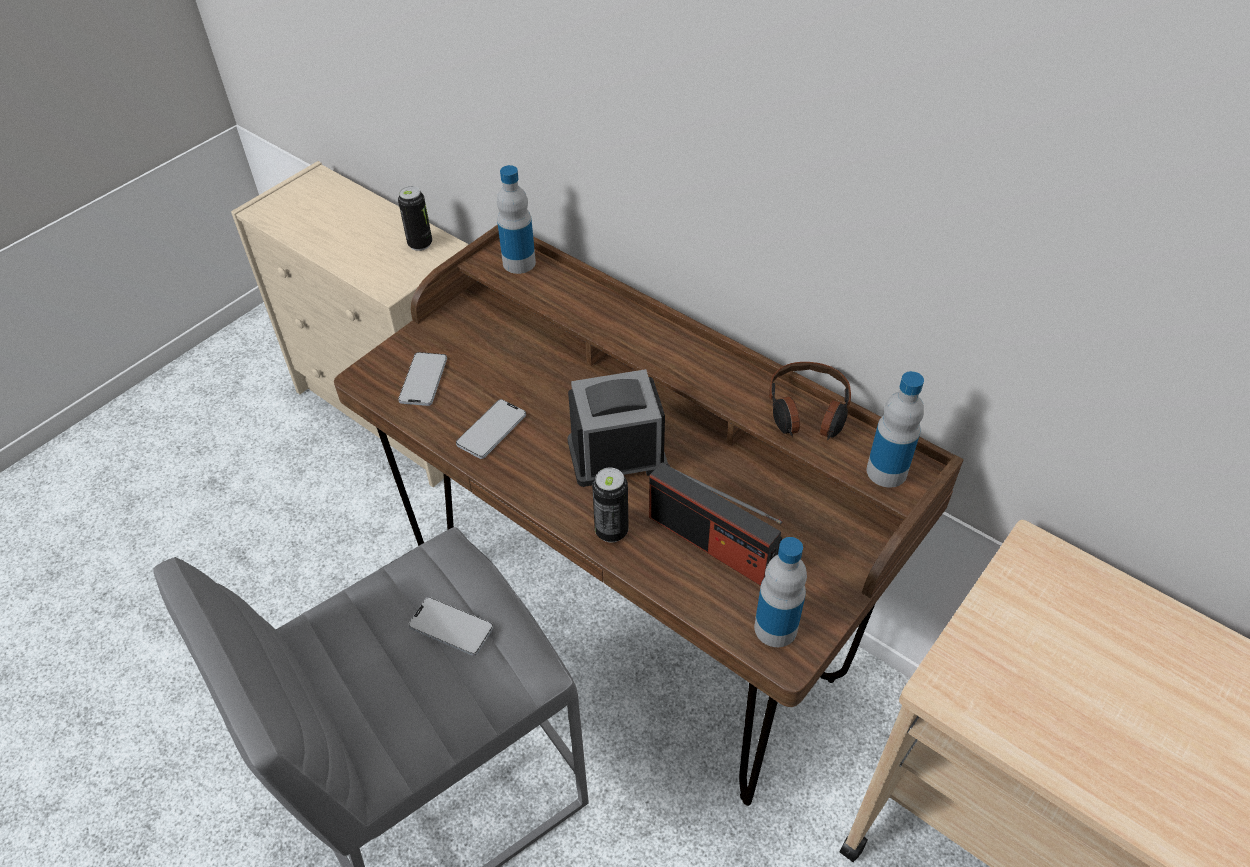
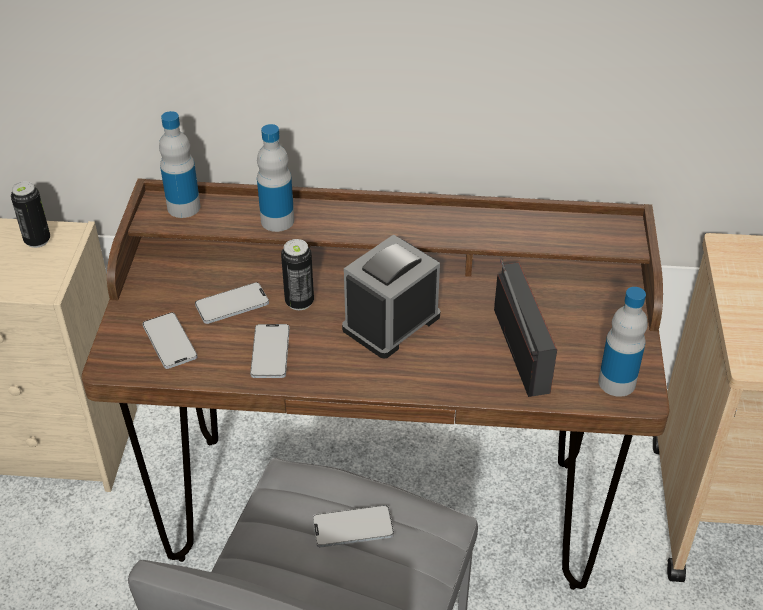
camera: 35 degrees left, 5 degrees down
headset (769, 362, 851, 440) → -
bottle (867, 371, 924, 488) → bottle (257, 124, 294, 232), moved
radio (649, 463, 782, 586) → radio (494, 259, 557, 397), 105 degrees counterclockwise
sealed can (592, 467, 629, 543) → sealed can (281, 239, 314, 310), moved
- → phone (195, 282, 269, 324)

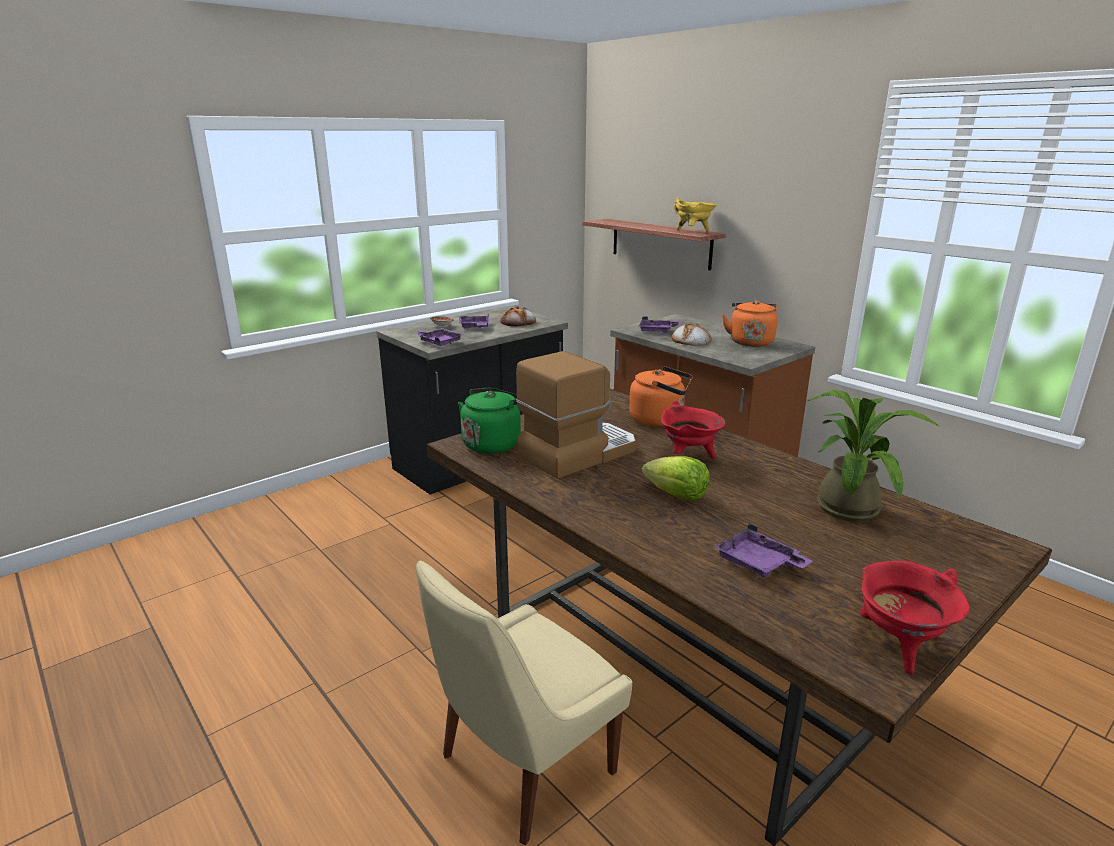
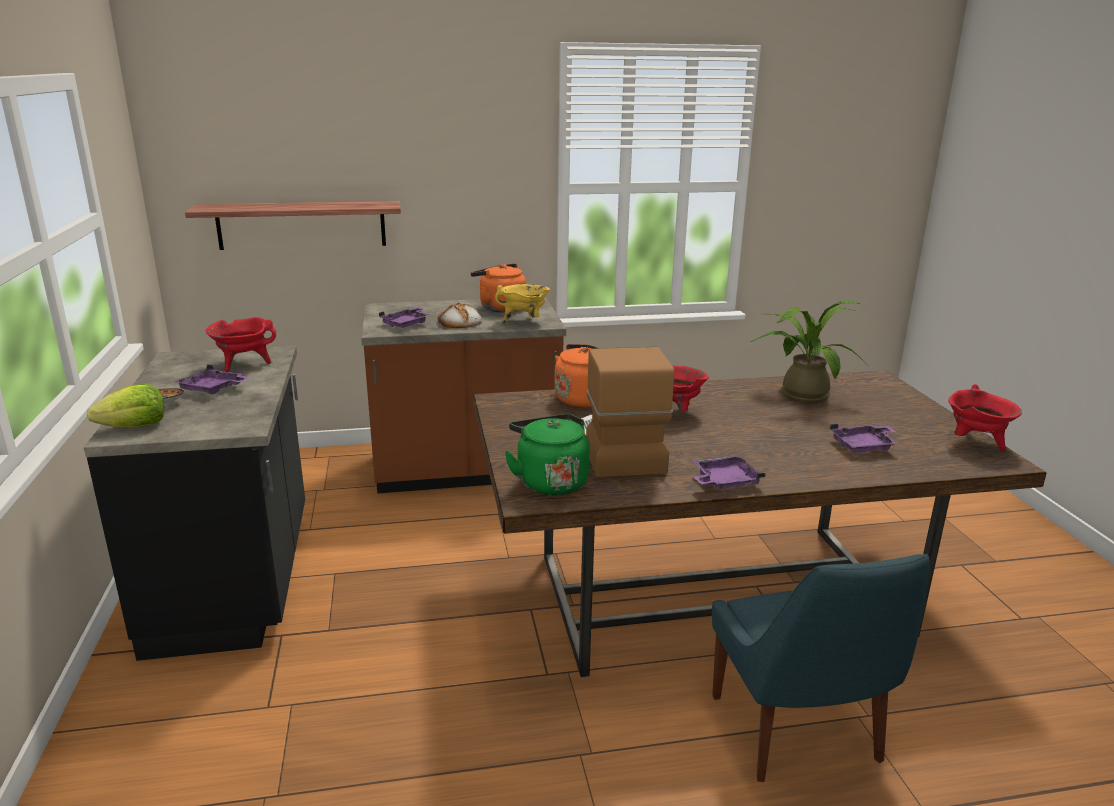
camera: 60 degrees left, 0 degrees up
yellowish stockpot (674, 197, 717, 232) → yellowish stockpot (495, 284, 550, 324), moved
bakery bread (500, 306, 536, 326) → red stockpot (206, 317, 276, 372)
purplish carrying tray (414, 328, 464, 346) → purplish carrying tray (693, 455, 765, 489), moved
lettuce (642, 456, 710, 501) → lettuce (87, 384, 165, 427), moved
sand-coloured chair (416, 560, 632, 845) → blue chair (712, 554, 930, 782)

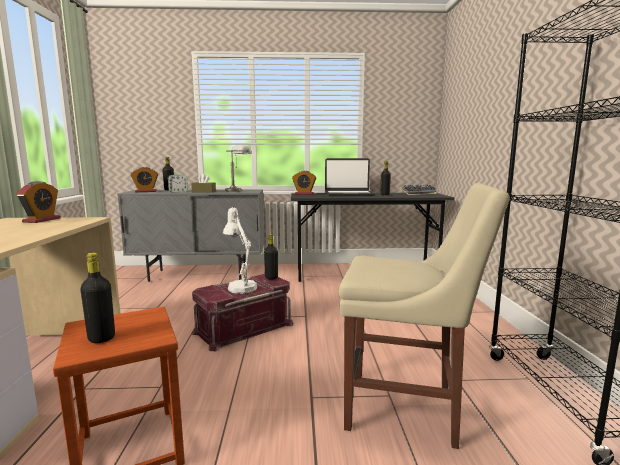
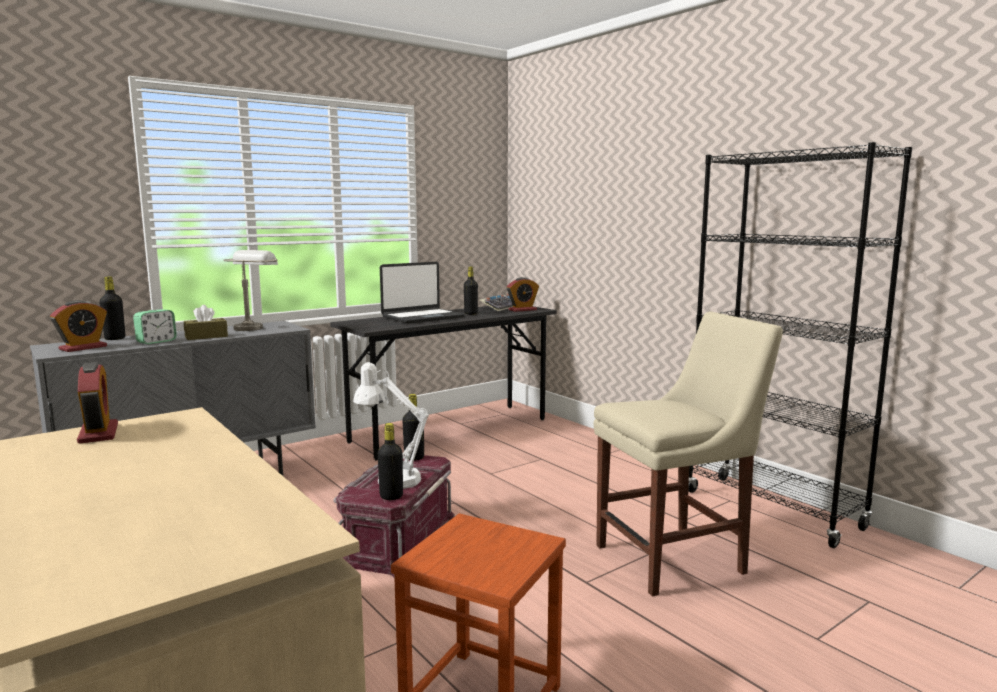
camera: 35 degrees left, 0 degrees up
alarm clock (292, 171, 316, 195) → alarm clock (507, 277, 539, 312), moved
black-coloured bottle (80, 253, 115, 343) → black-coloured bottle (378, 423, 403, 500), moved

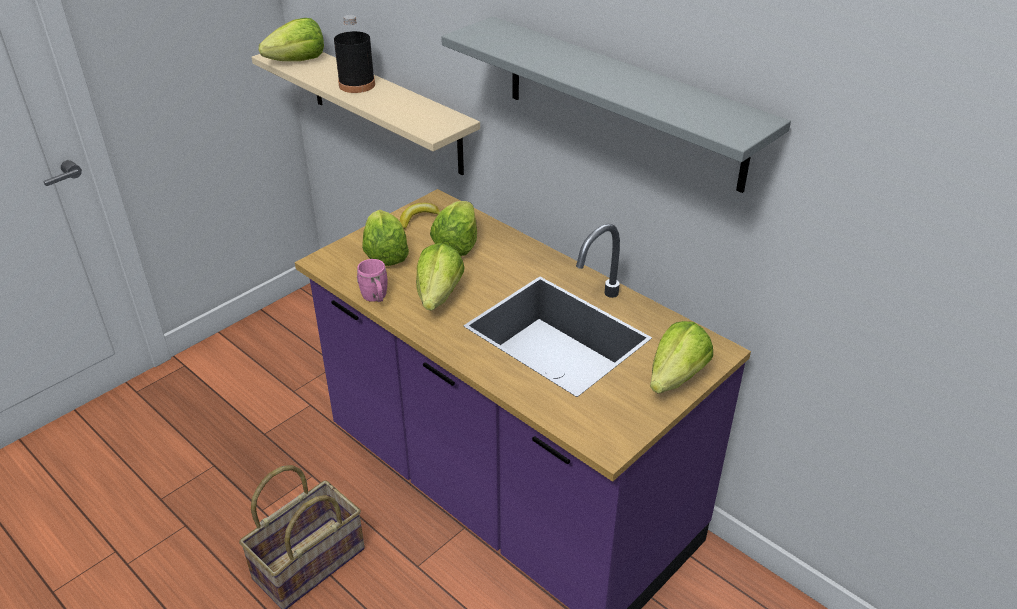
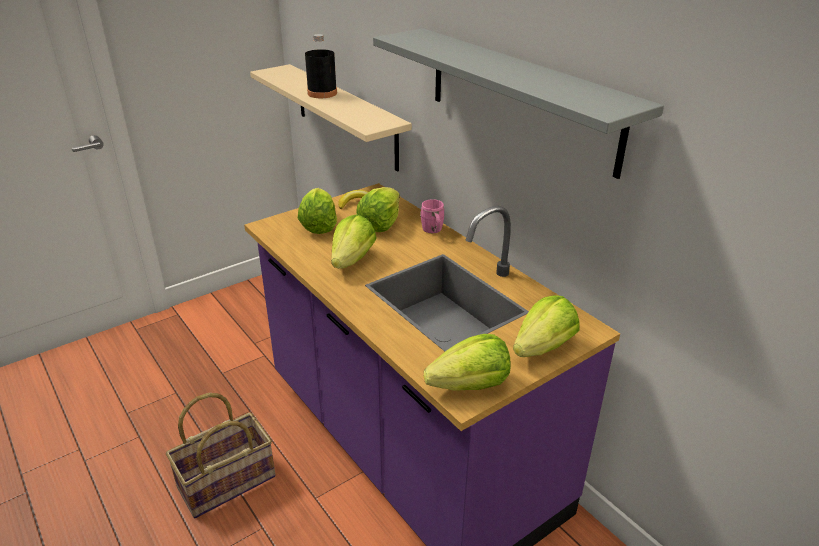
camera: 10 degrees right, 5 degrees down
lettuce (259, 18, 324, 61) → lettuce (424, 334, 510, 391), moved
pink coffee mug (357, 259, 387, 302) → pink coffee mug (420, 199, 444, 233), moved

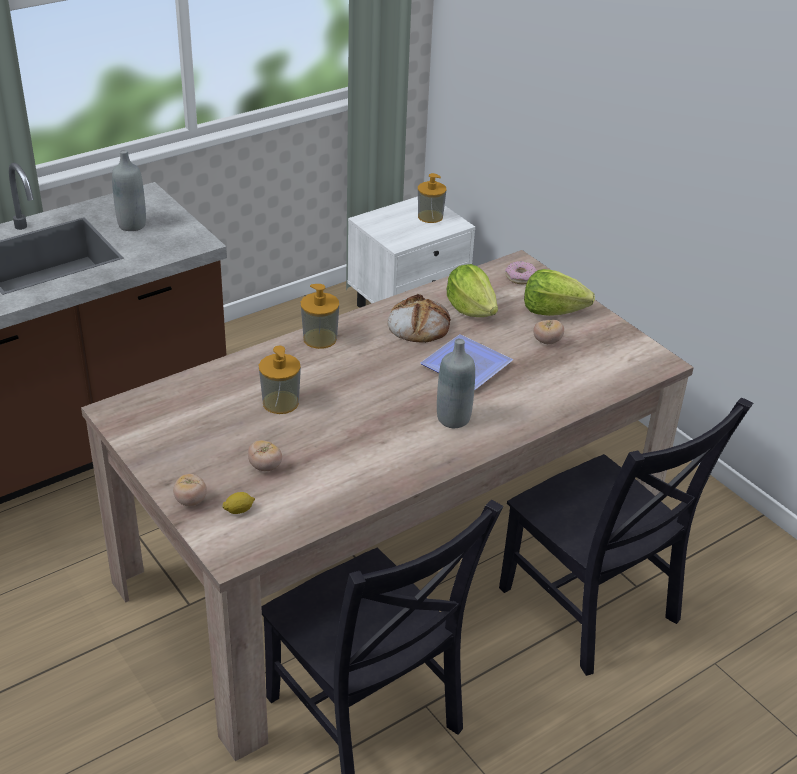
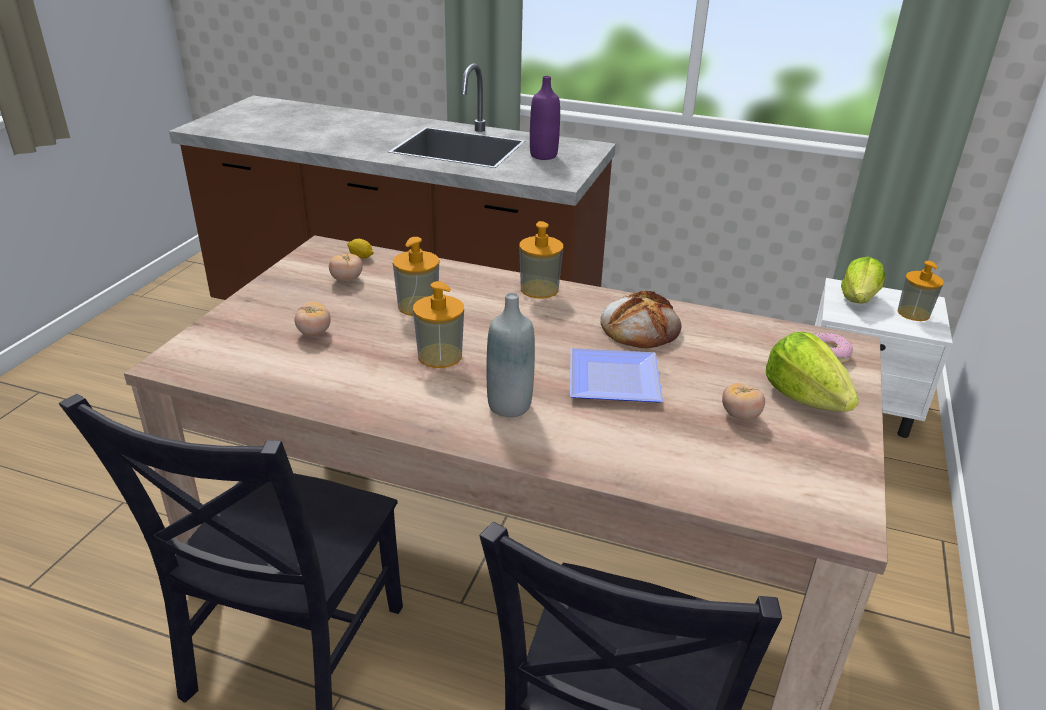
camera: 55 degrees right, 5 degrees down
gray bottle (112, 150, 146, 231) → purplish bottle (530, 76, 560, 160)
lettuce (447, 264, 498, 317) → lettuce (841, 257, 885, 304), moved
fresh tomato (173, 474, 207, 506) → fresh tomato (329, 254, 363, 282), moved
lemon (222, 492, 255, 514) → lemon (347, 239, 374, 258), moved
- → soap bottle (413, 281, 464, 368)

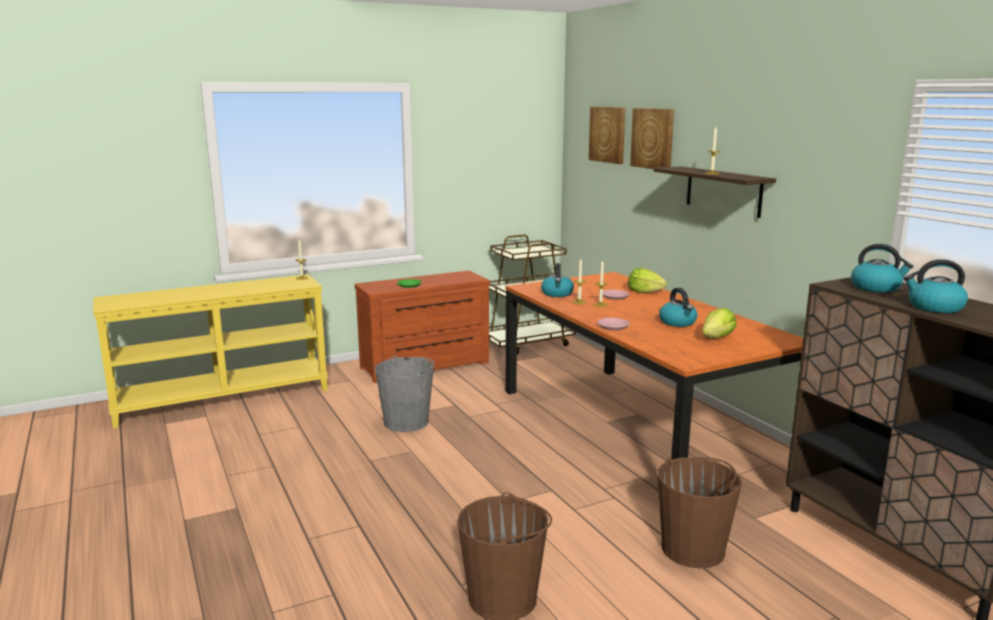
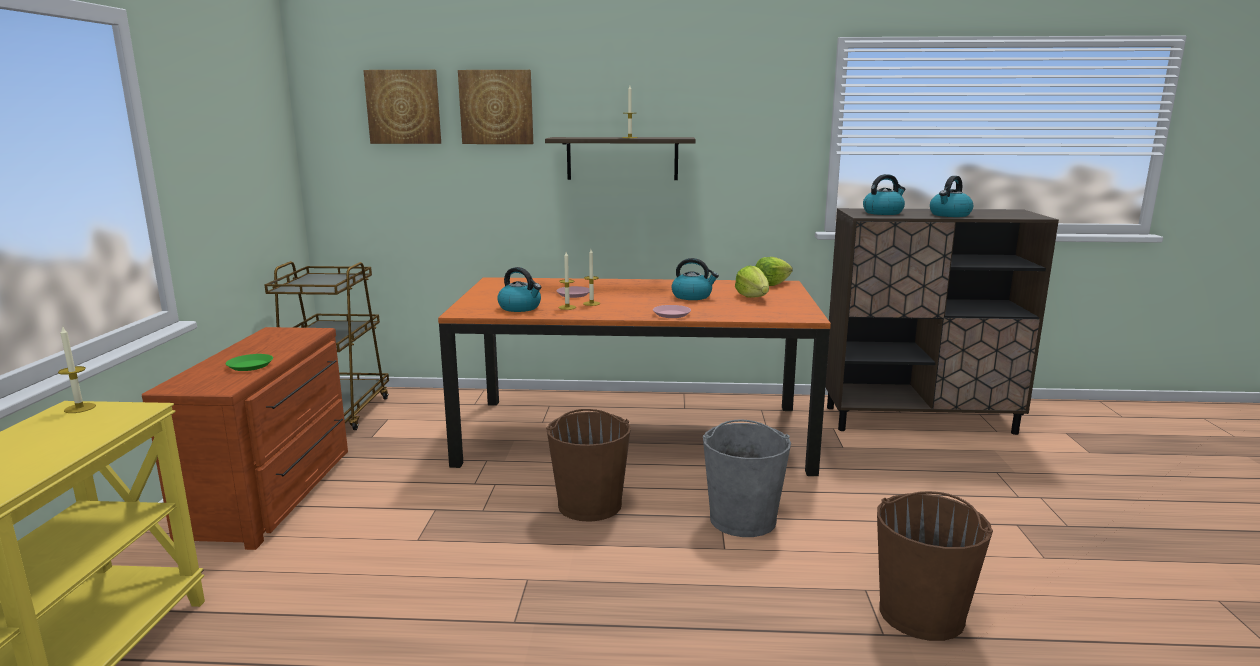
camera: 60 degrees left, 0 degrees up
lettuce (628, 268, 667, 293) → lettuce (756, 257, 793, 286), moved
gray bucket (375, 355, 434, 432) → gray bucket (703, 419, 791, 537), moved
brown-coloured bucket (658, 457, 742, 568) → brown-coloured bucket (546, 409, 631, 522), moved

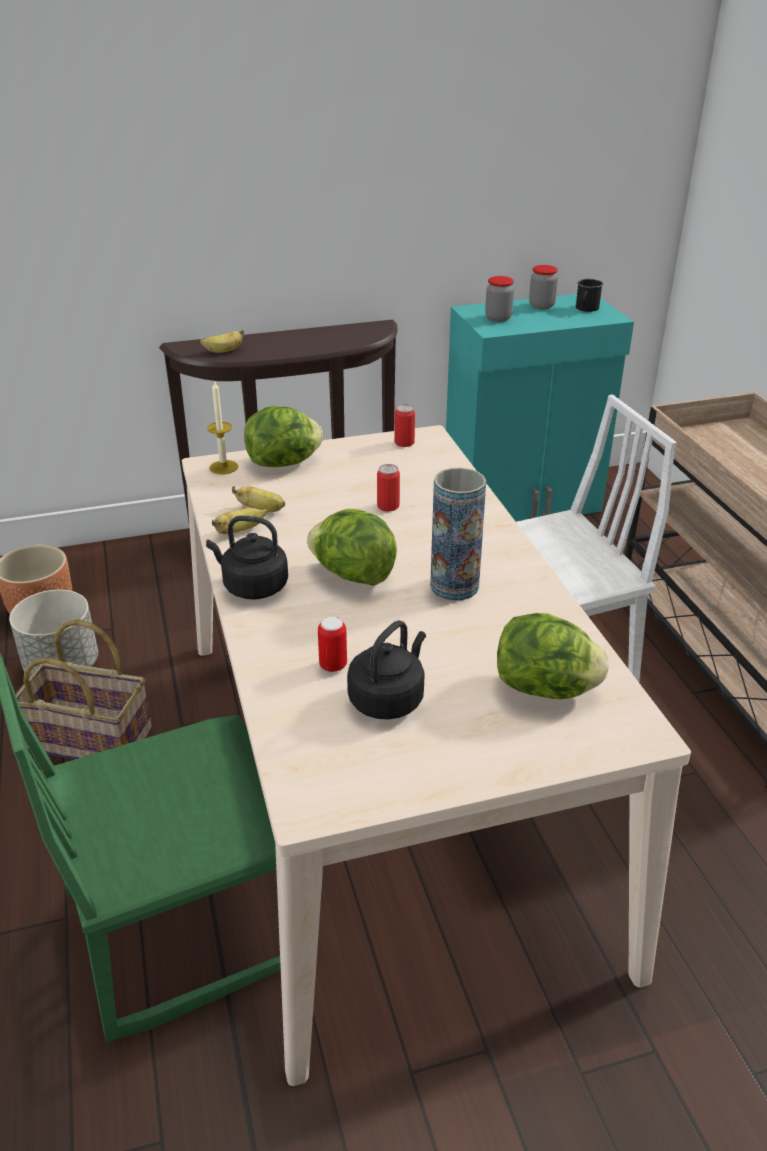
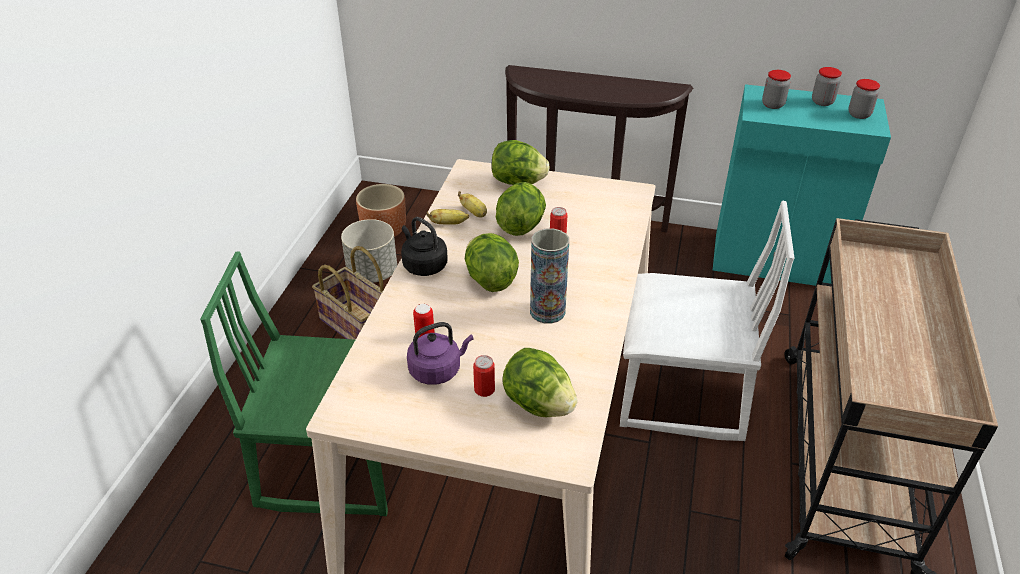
camera: 30 degrees right, 5 degrees up
black-coloured coffee mug (576, 279, 603, 312) → preserve jar (848, 79, 880, 119)
banana fruit (200, 330, 244, 353) → -
candle (207, 380, 238, 474) → -
sealed can (394, 404, 415, 447) → sealed can (473, 355, 495, 397), moved
black-coloured kettle (347, 620, 426, 719) → purplish kettle (407, 322, 474, 385)
- → lettuce (496, 182, 546, 236)

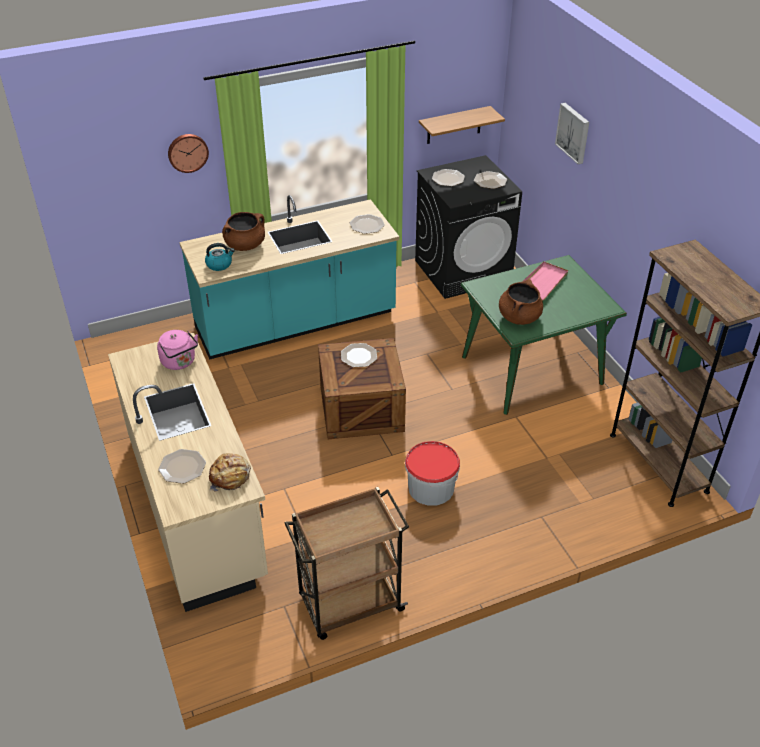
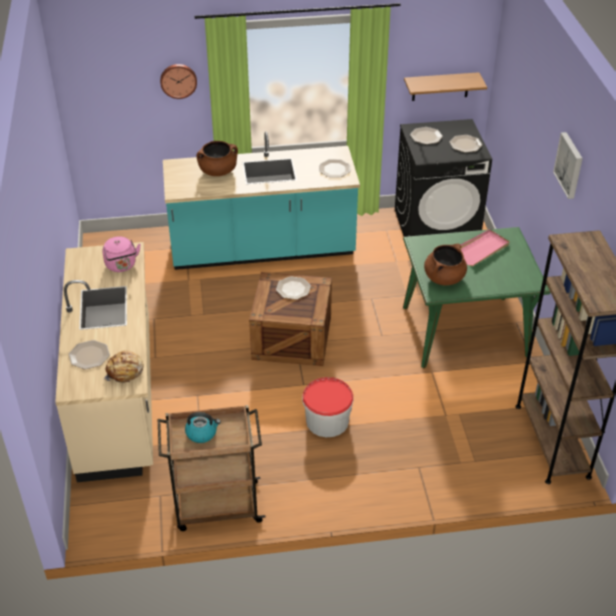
camera: 15 degrees right, 0 degrees up
picture (555, 103, 589, 164) → picture (553, 132, 583, 199), moved
kettle (205, 243, 235, 271) → kettle (185, 412, 221, 443), moved

